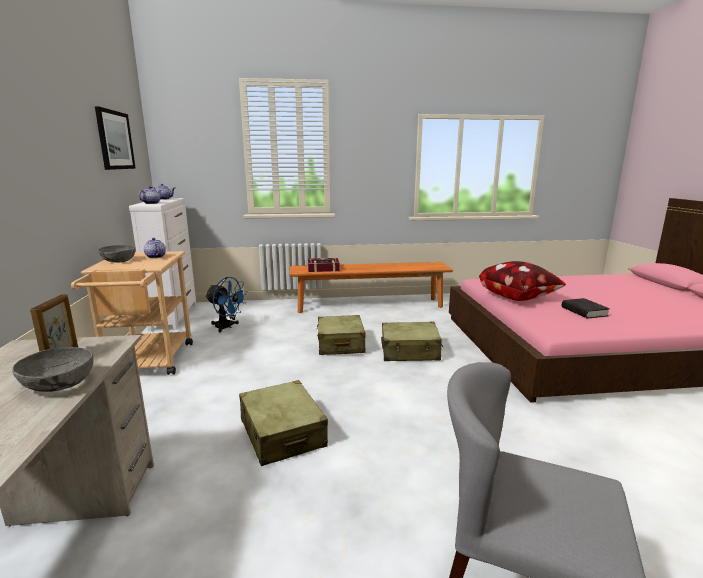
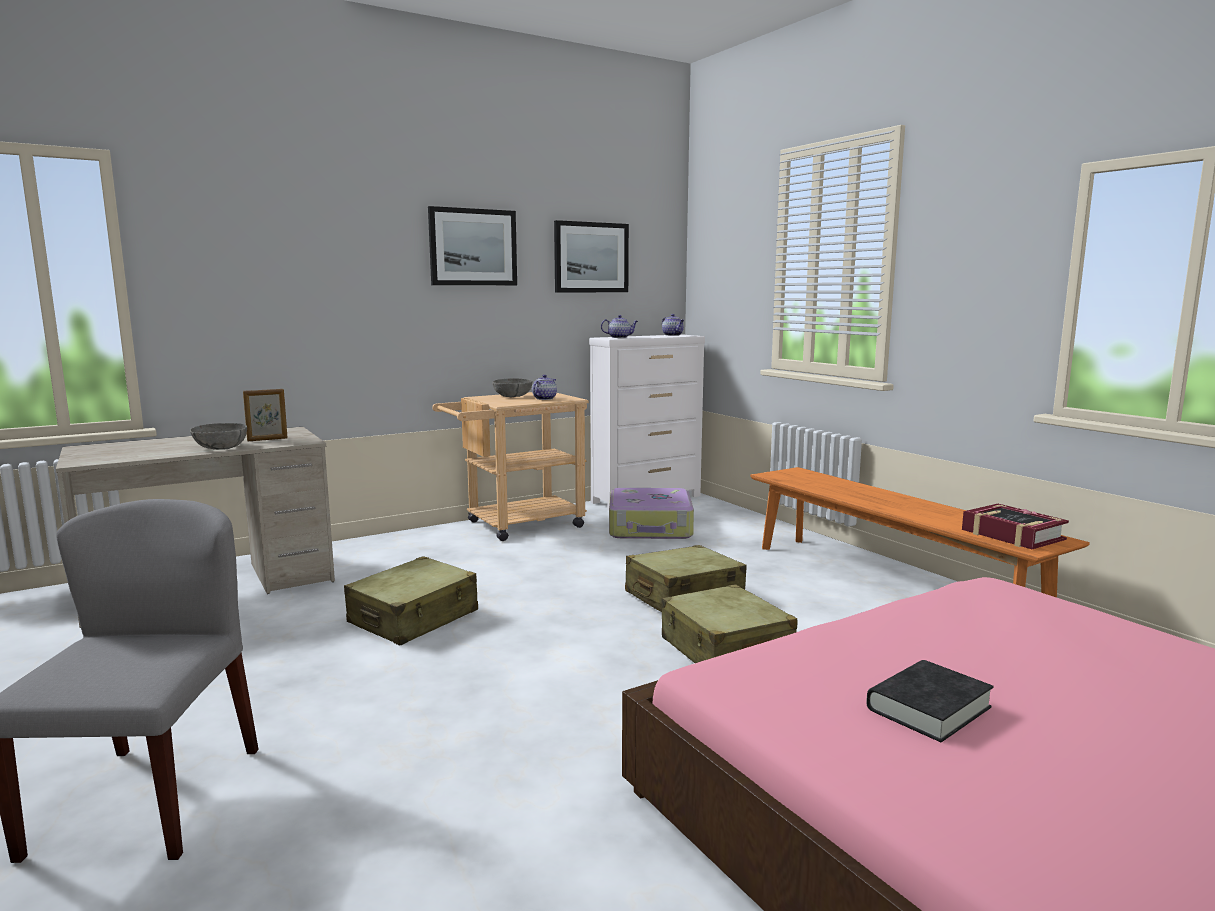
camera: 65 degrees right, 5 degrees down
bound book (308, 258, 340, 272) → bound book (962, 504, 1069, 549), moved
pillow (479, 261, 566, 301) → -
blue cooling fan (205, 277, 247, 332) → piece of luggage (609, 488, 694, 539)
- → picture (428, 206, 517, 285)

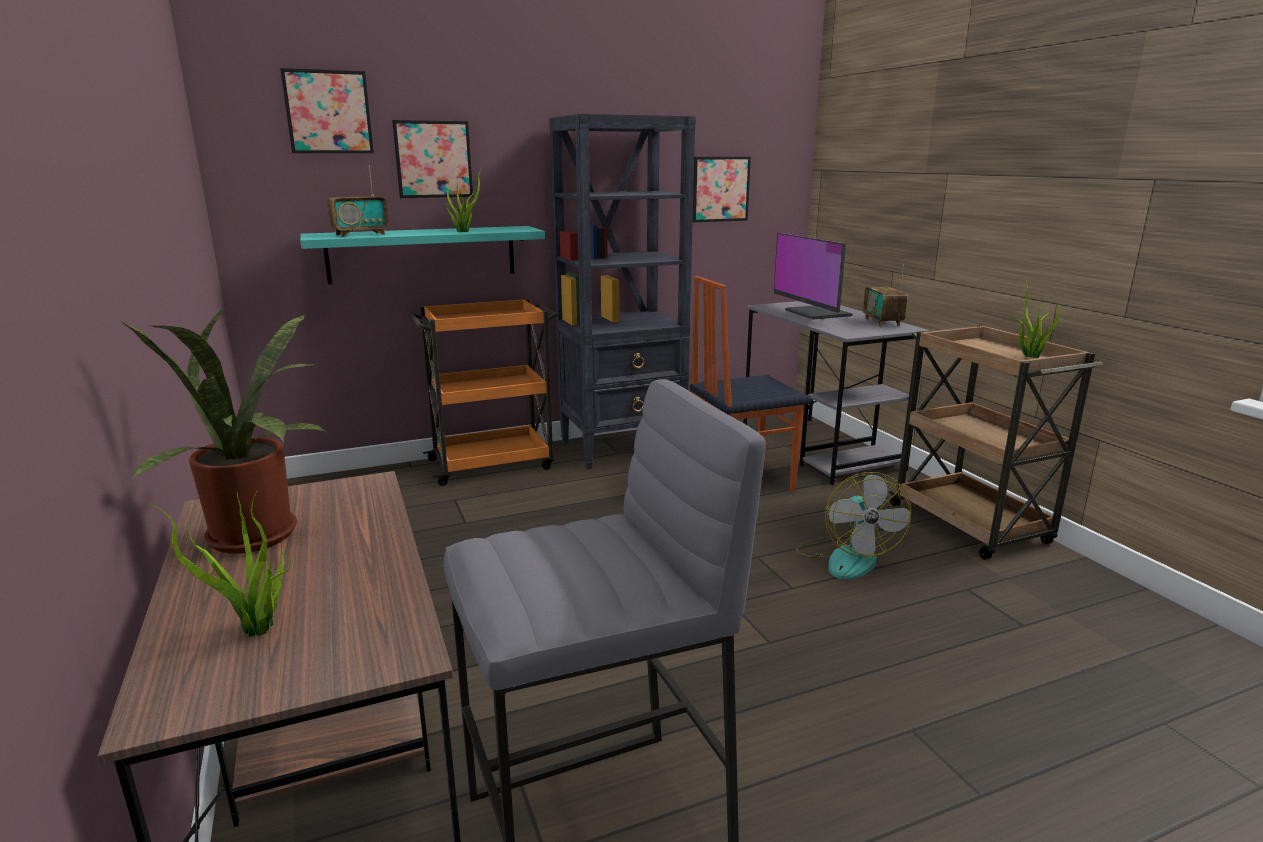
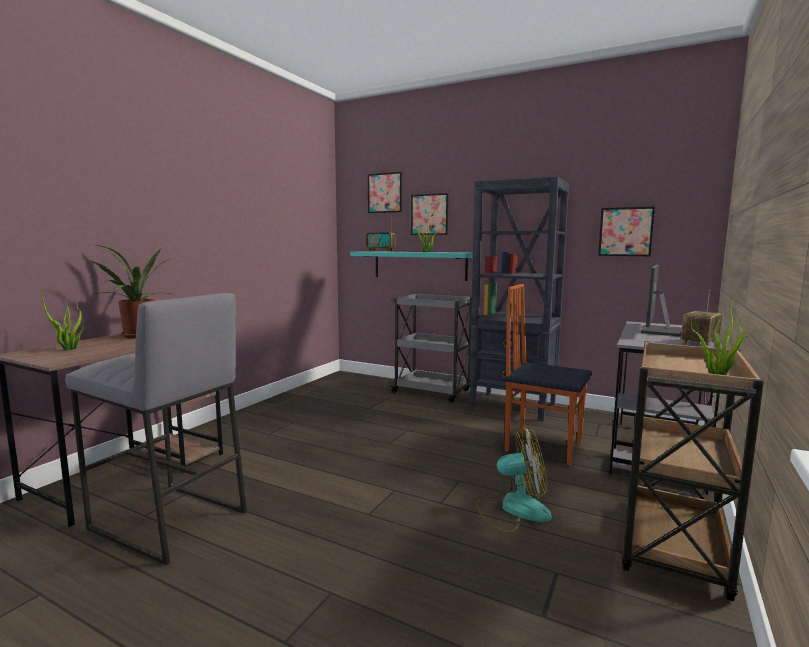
camera: 50 degrees right, 10 degrees down
orange-coloured cart (410, 299, 557, 486) → gray cart (389, 294, 472, 402)
cooling fan (796, 472, 912, 579) → cooling fan (477, 426, 552, 533), 135 degrees counterclockwise

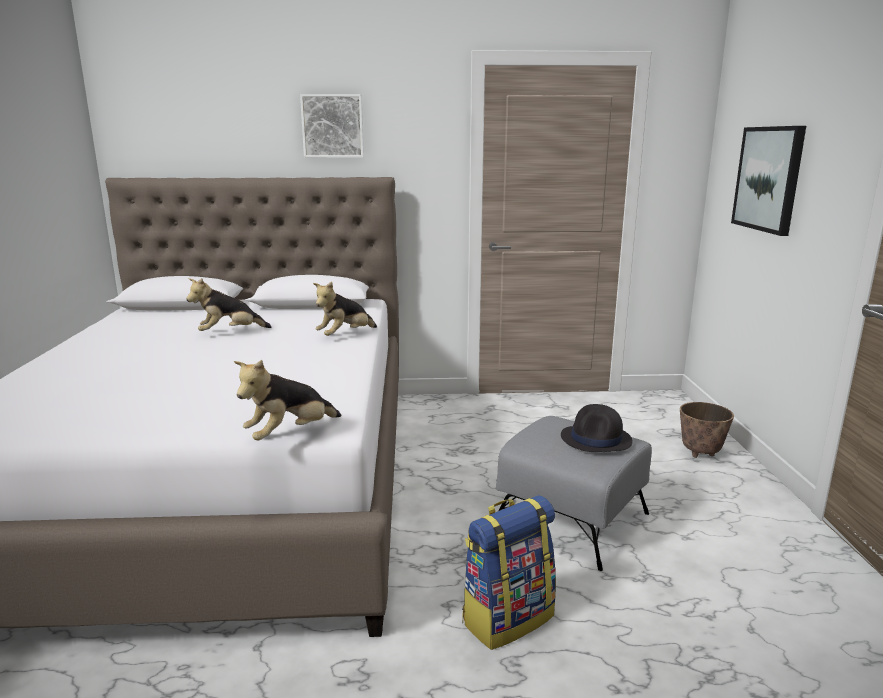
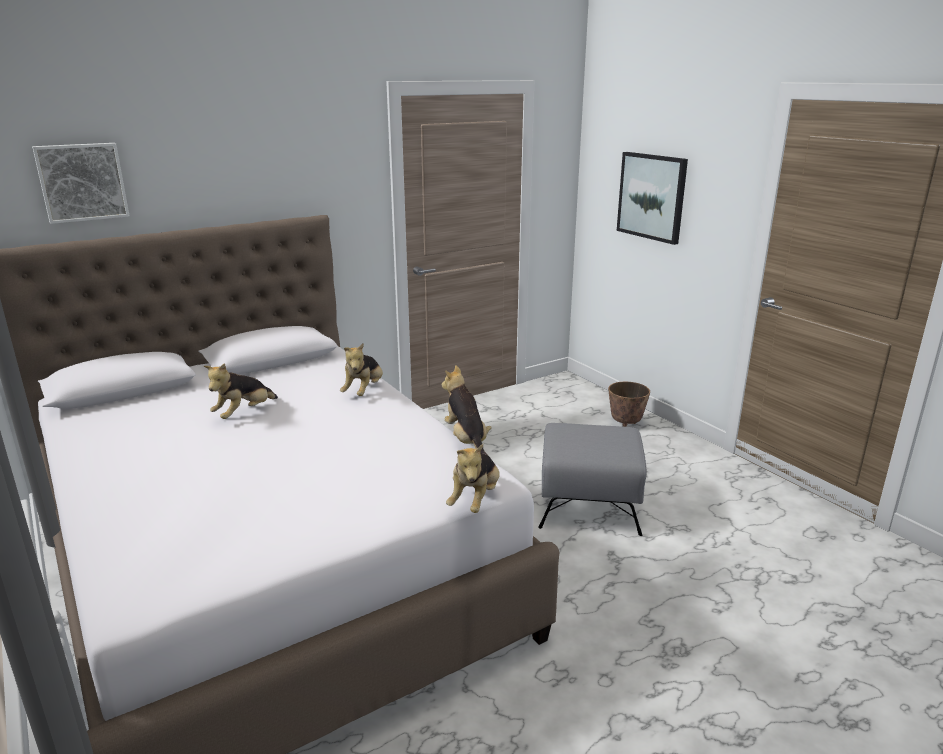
camera: 30 degrees left, 5 degrees up
picture (300, 94, 364, 158) → picture (32, 143, 130, 224), moved
black-coloured hat (561, 404, 633, 452) → -
knapsack (462, 495, 556, 650) → -
- → plush toy (442, 365, 492, 455)

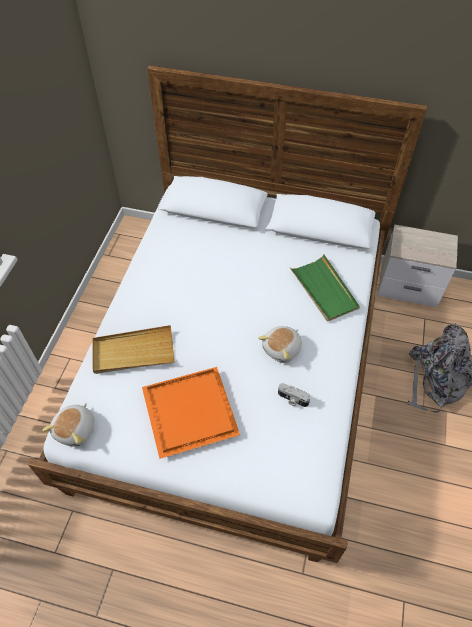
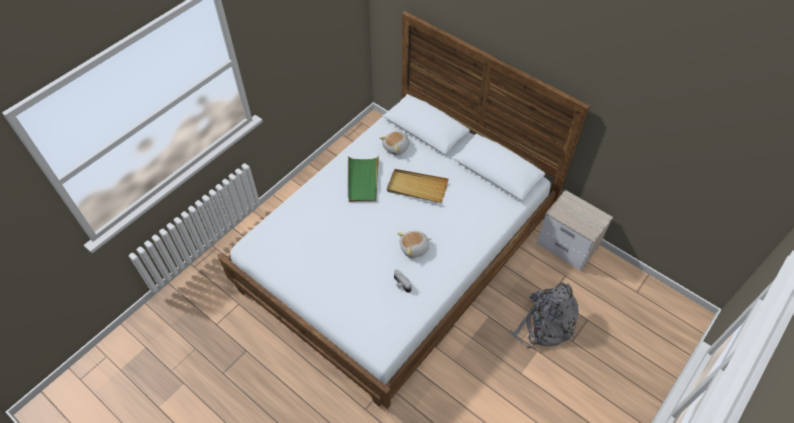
camera: 25 degrees right, 0 degrees up
greenish carrying tray (290, 255, 360, 322) → greenish carrying tray (348, 156, 379, 202), moved
sand-coloured carrying tray (92, 325, 174, 374) → sand-coloured carrying tray (387, 169, 449, 203), moved
orange-coloured carrying tray (142, 367, 240, 459) → -
plush toy (42, 403, 94, 447) → plush toy (379, 131, 409, 155), moved

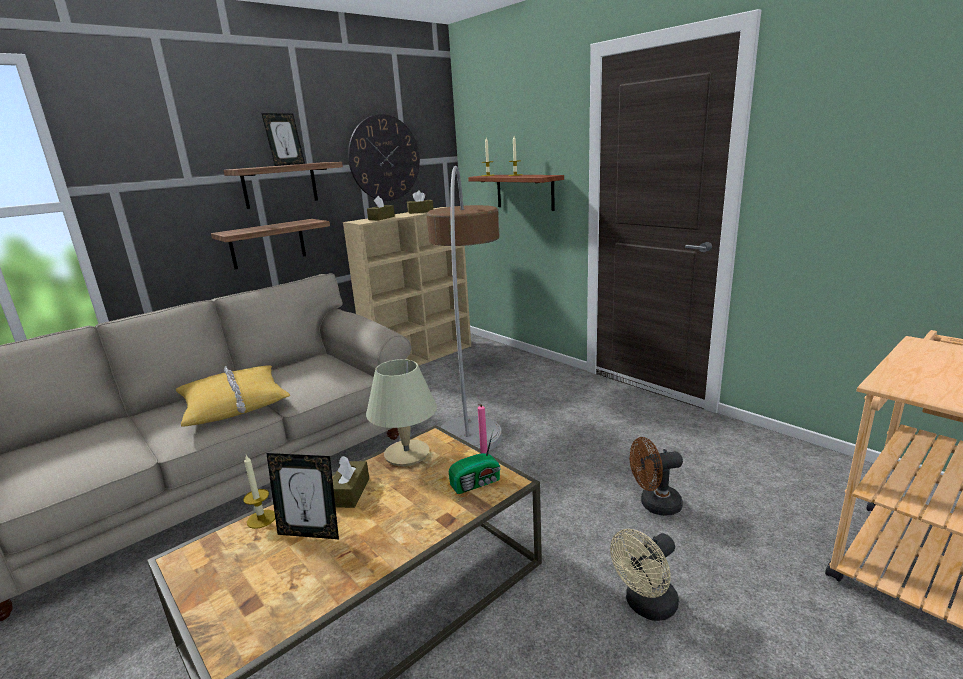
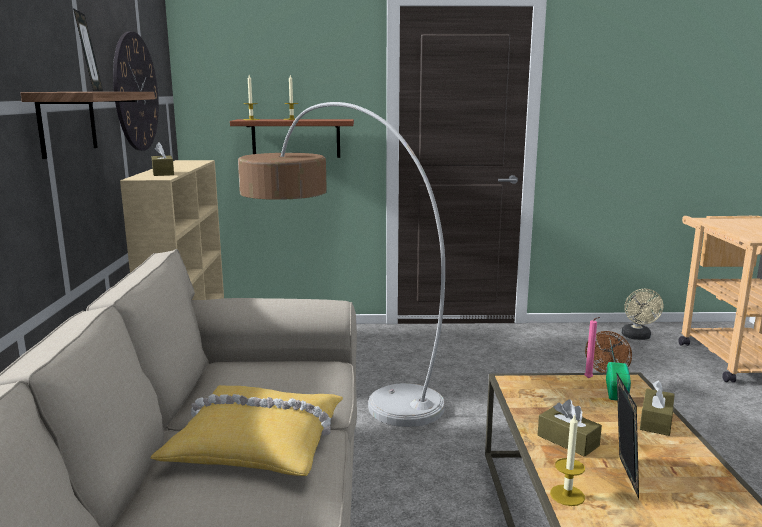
camera: 50 degrees left, 5 degrees down
brown-coloured box of tissues (407, 190, 434, 214) → brown-coloured box of tissues (640, 380, 675, 436), moved
shelf (211, 219, 330, 269) → -
sand-coloured table lamp (366, 359, 437, 466) → -
picture frame (266, 453, 339, 539) → picture frame (617, 374, 639, 499), 45 degrees counterclockwise
sand-coloured cooling fan (610, 529, 679, 621) → sand-coloured cooling fan (622, 289, 663, 340), moved

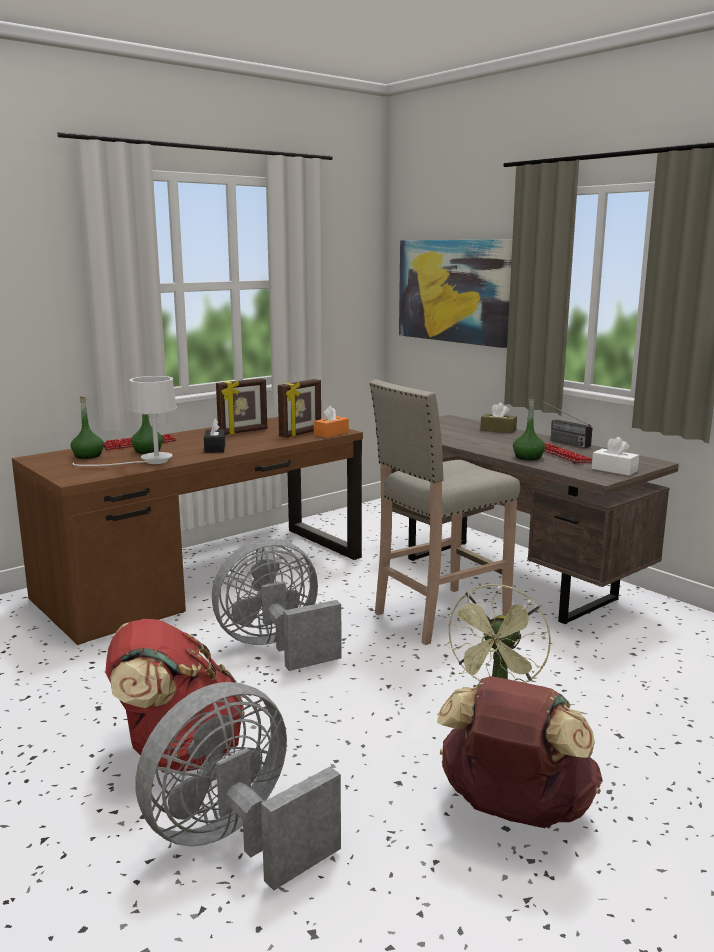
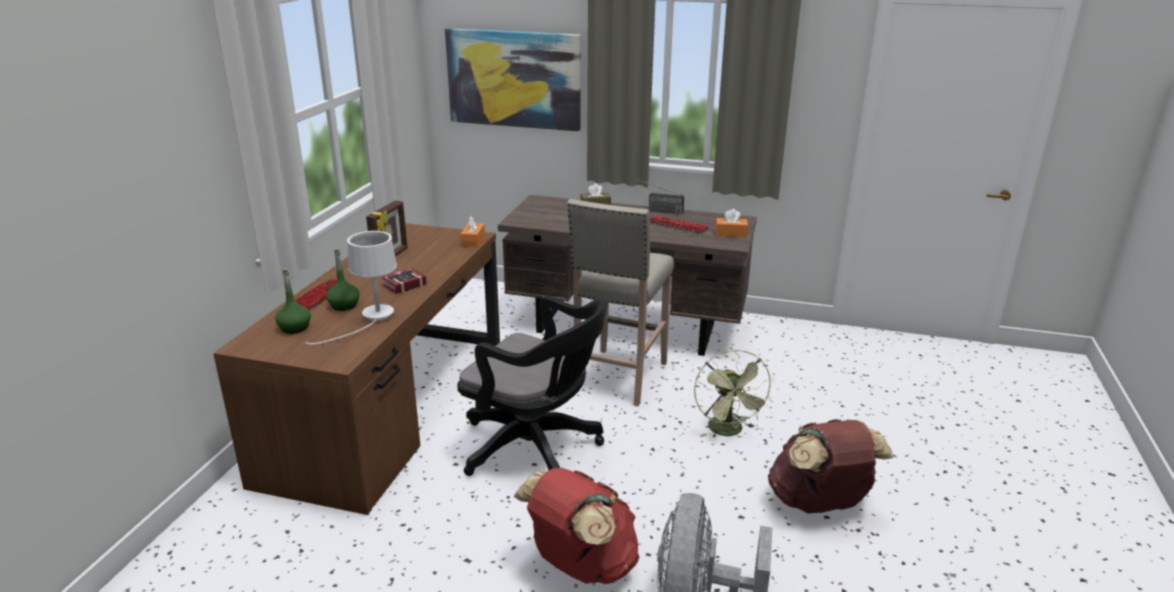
camera: 35 degrees left, 10 degrees up
picture frame (278, 379, 321, 438) → -
greenish bottle (513, 398, 545, 460) → -
black-coloured box of tissues (204, 418, 225, 453) → bound book (381, 268, 427, 294)
white-coloured box of tissues (592, 437, 639, 476) → orange-coloured box of tissues (715, 209, 748, 237)
gray cooling fan (212, 539, 342, 671) → black-coloured desk chair (457, 296, 607, 476)

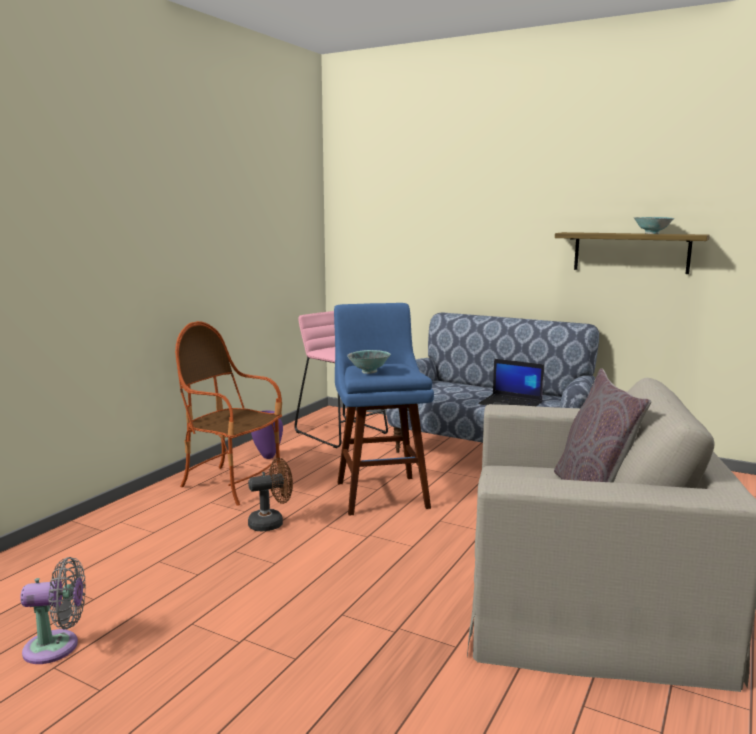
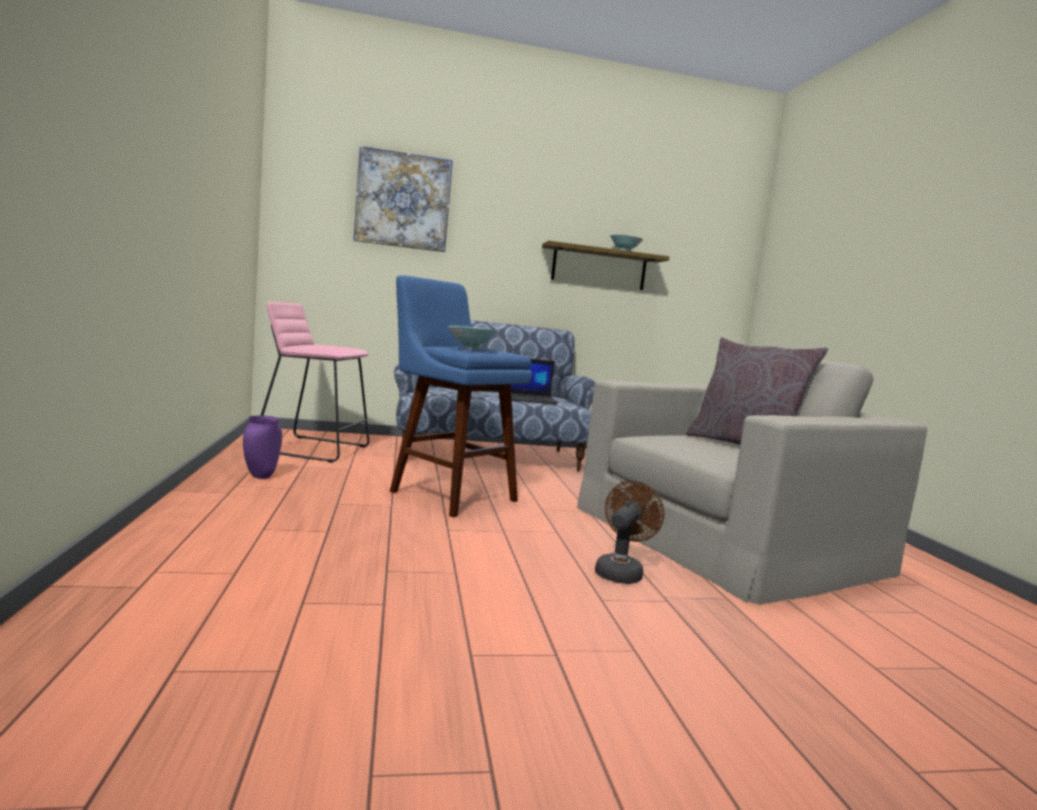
camera: 40 degrees left, 5 degrees down
easy chair (175, 321, 282, 506) → -
brown-coloured cooling fan (248, 458, 293, 532) → brown-coloured cooling fan (595, 481, 664, 584), moved
gray cooling fan (20, 557, 86, 664) → -
- → picture (354, 146, 453, 252)

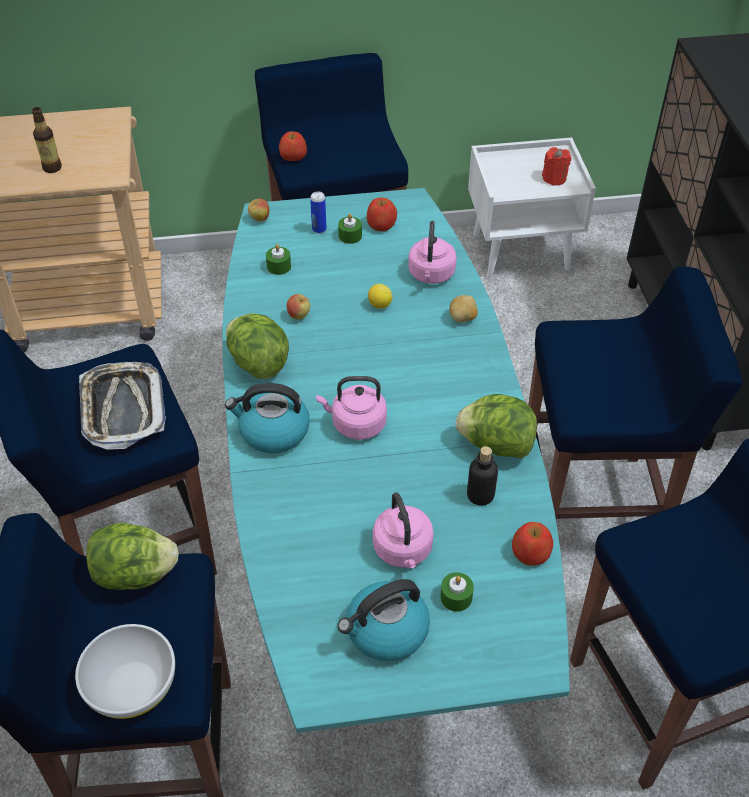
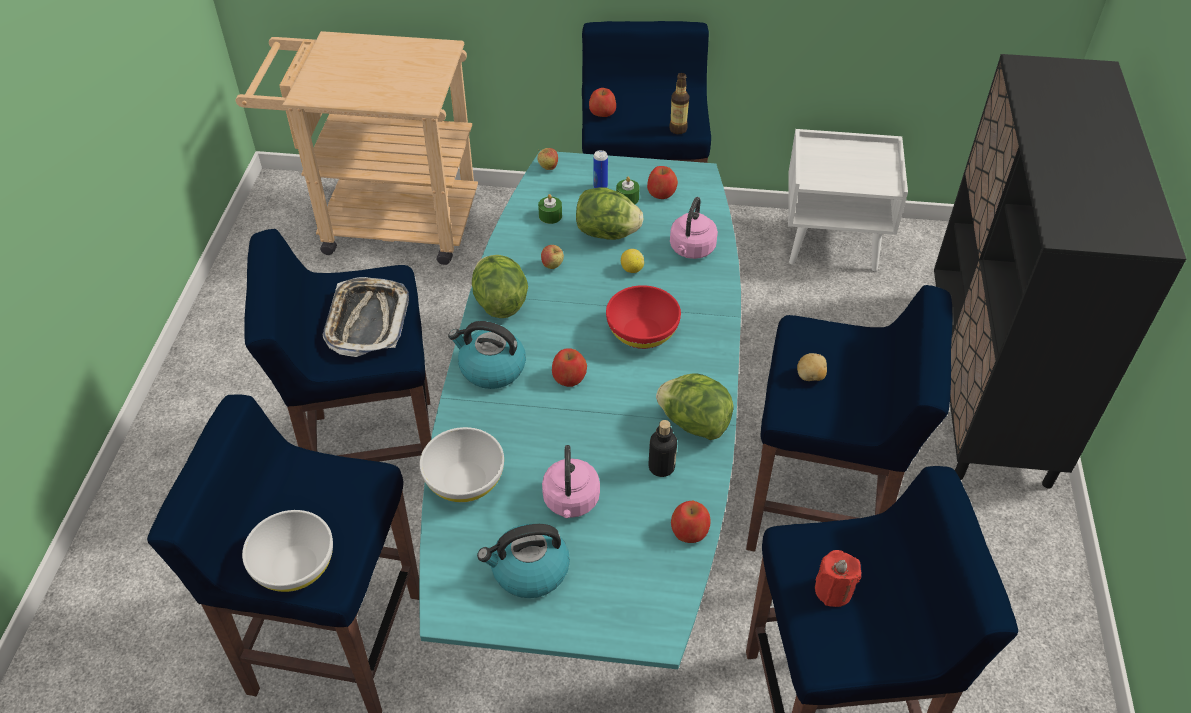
camera: 15 degrees right, 0 degrees up
bottle (32, 107, 62, 173) → bottle (669, 73, 689, 134), moved
red candle (542, 147, 571, 186) → red candle (815, 550, 862, 607), moved
whole potato (449, 295, 478, 323) → whole potato (797, 353, 827, 381), moved
pink kettle (316, 376, 387, 440) → apple (552, 349, 587, 387)
lettuce (86, 523, 179, 590) → lettuce (576, 187, 644, 240), moved
greenish candle (440, 572, 474, 612) → -
- → red serving bowl (606, 285, 681, 349)
- → white-coloured serving bowl (420, 427, 504, 502)

